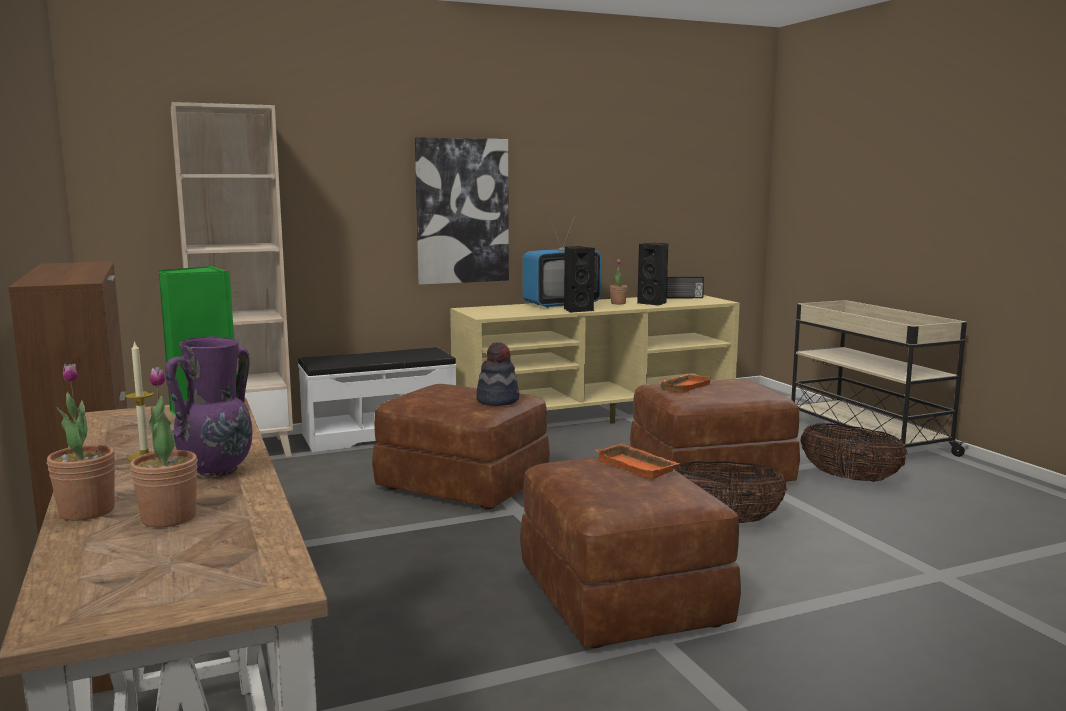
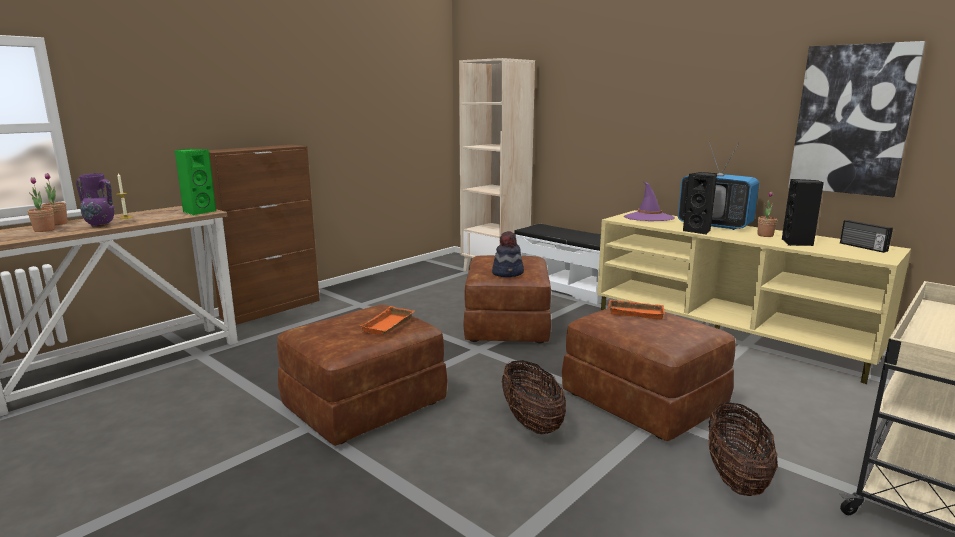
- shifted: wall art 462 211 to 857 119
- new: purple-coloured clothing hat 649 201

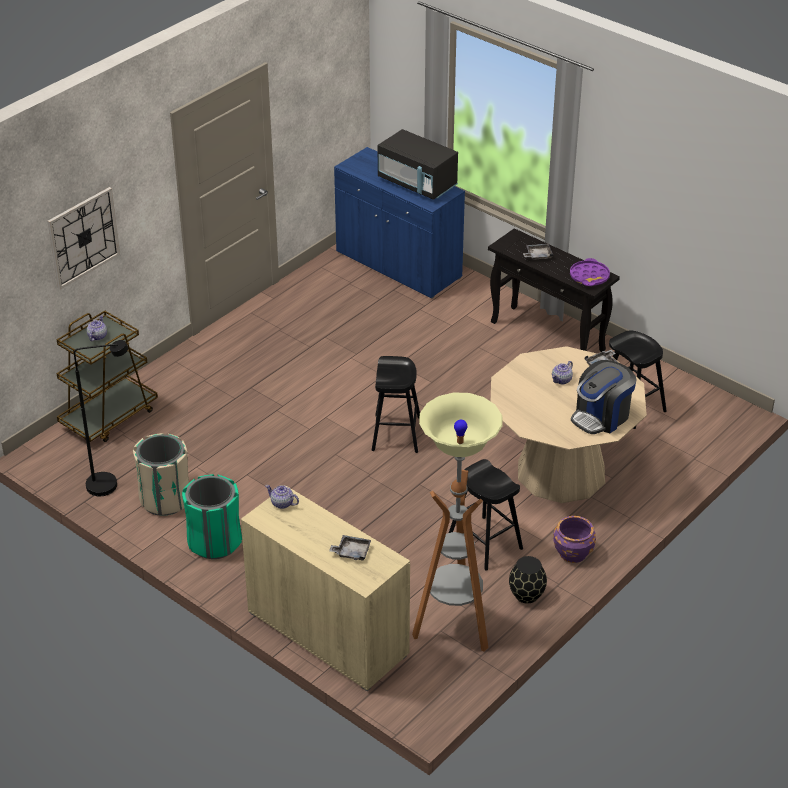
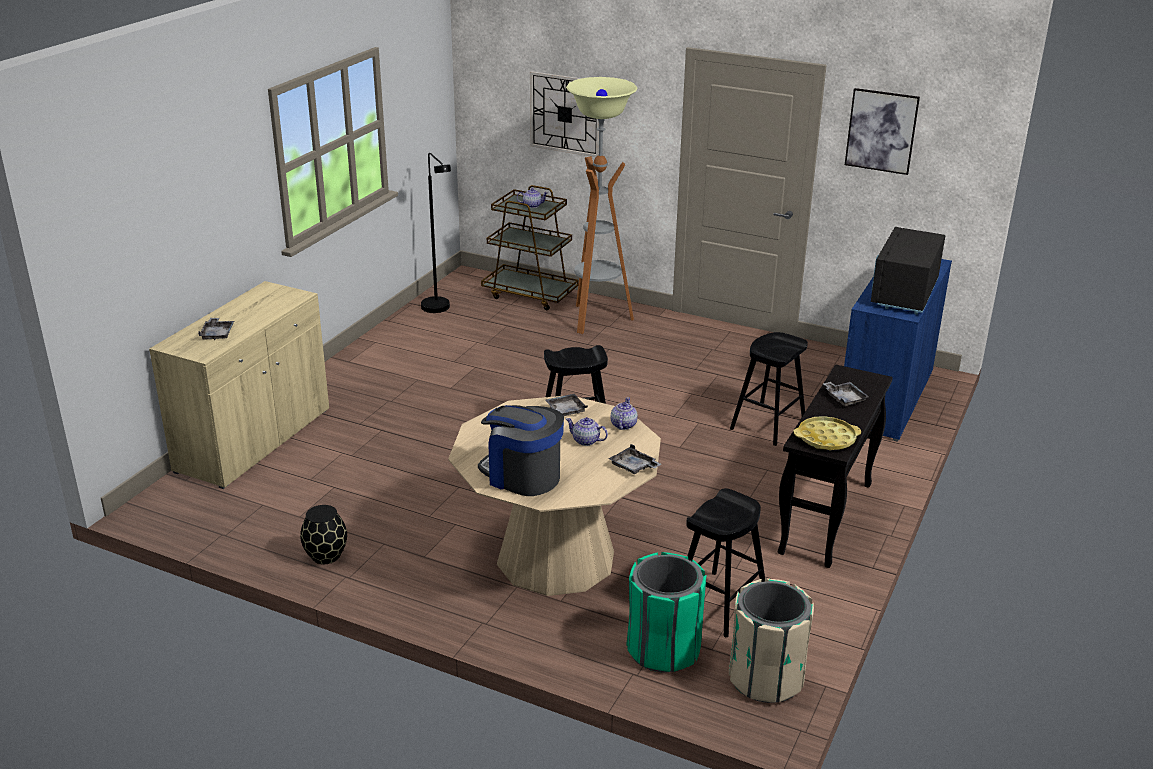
- repainted: purple-coloured carrying tray 590 272 to yellow carrying tray 827 433
- shifted: floor lamp 457 522 to 601 205
- shifted: beige-coloured trash can 161 474 to 771 640
- shifted: black-coloured sitting stool 486 514 to 769 389
- shifted: green trash can 212 516 to 666 612
- shifted: teapot 282 497 to 624 413
- gone: purple-coloured planter 574 539
- new: wall art 882 131
- new: greyish carrying tray 567 405

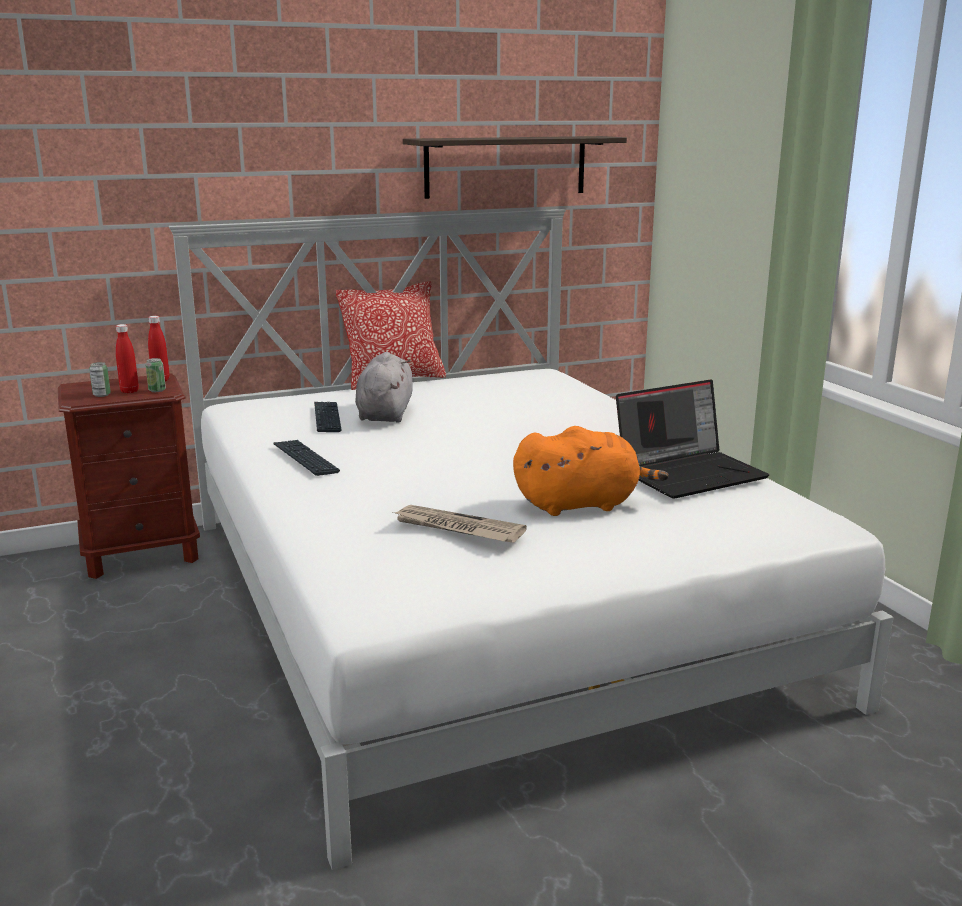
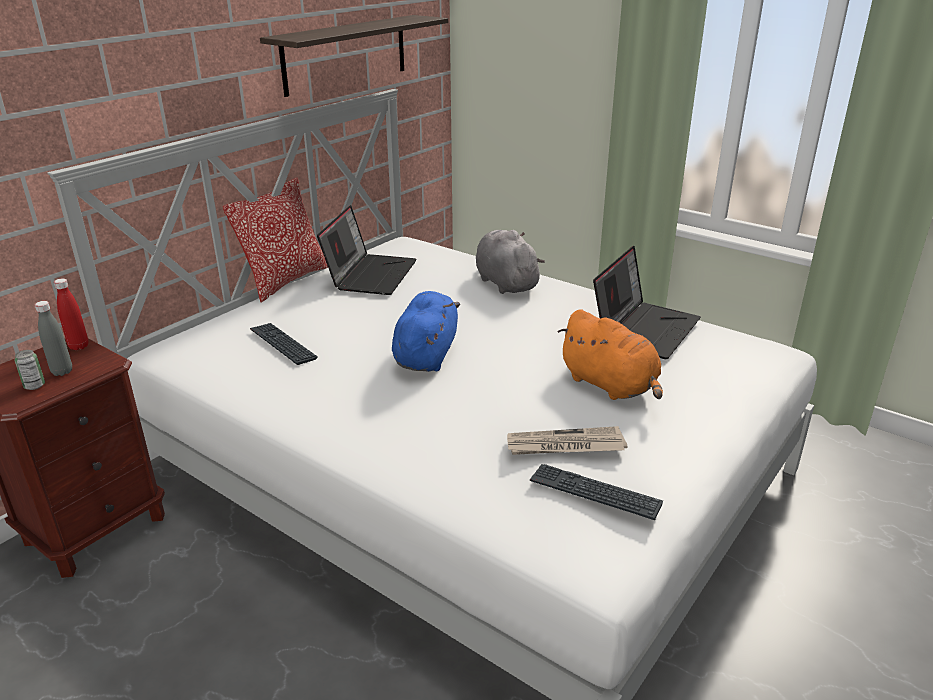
- repainted: red-coloured bottle 127 358 to greyish bottle 53 338
- shifted: greyish soft toy 384 387 to 510 262
- gone: can 156 375
- rotated: orange-coloured soft toy 591 471 = 610 354 90 degrees clockwise
- shifted: keyboard 306 458 to 596 492
- new: notebook computer 367 250
- new: blue-coloured soft toy 426 331

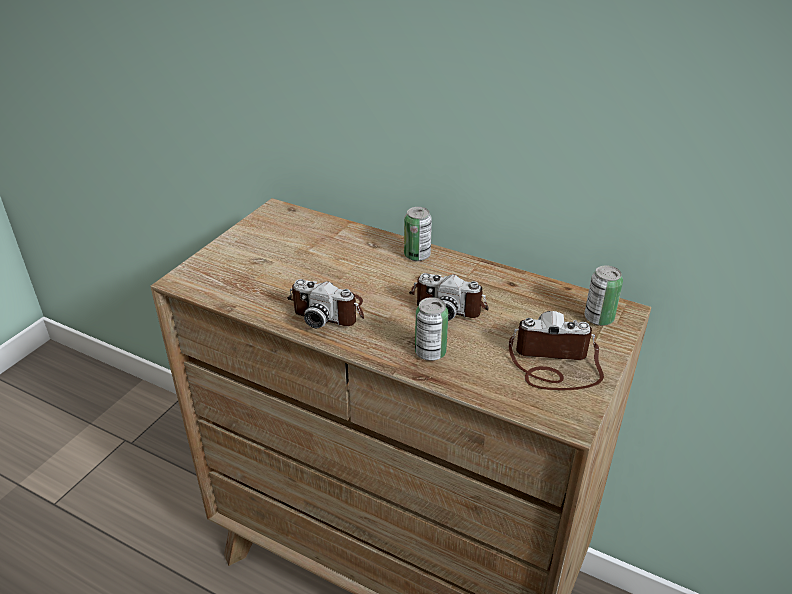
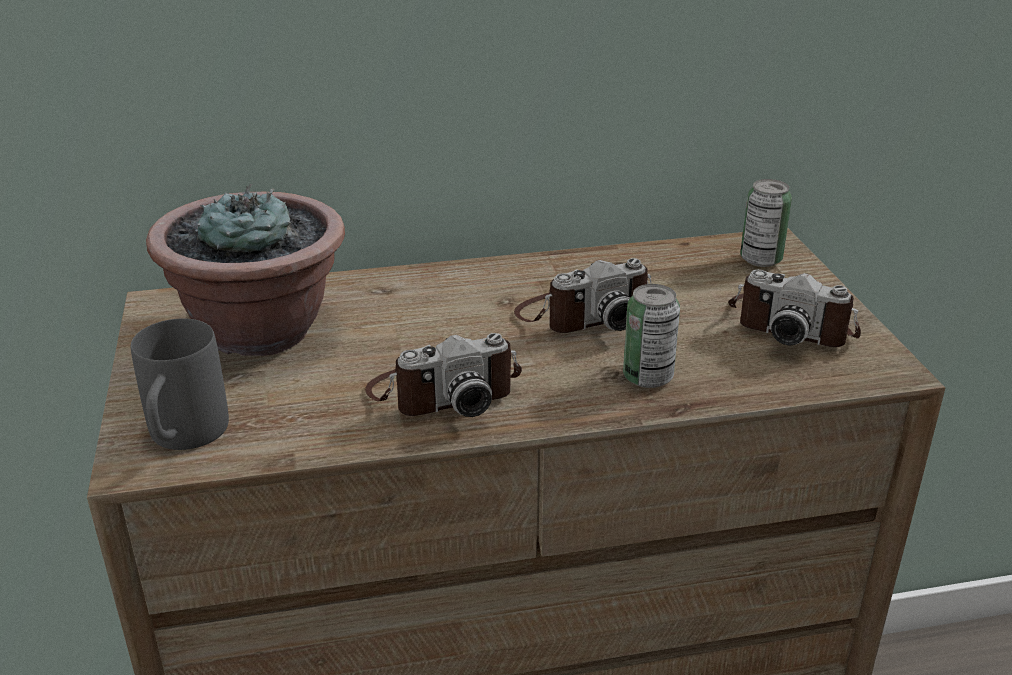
- gone: can 418 234
- rotated: still camera 556 350 = 794 308 120 degrees counterclockwise
- new: potted plant 245 270
- new: greyish tea mug 180 384

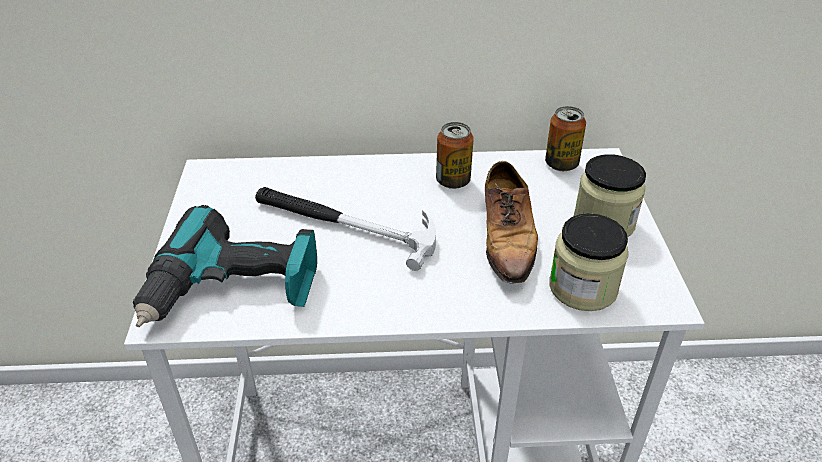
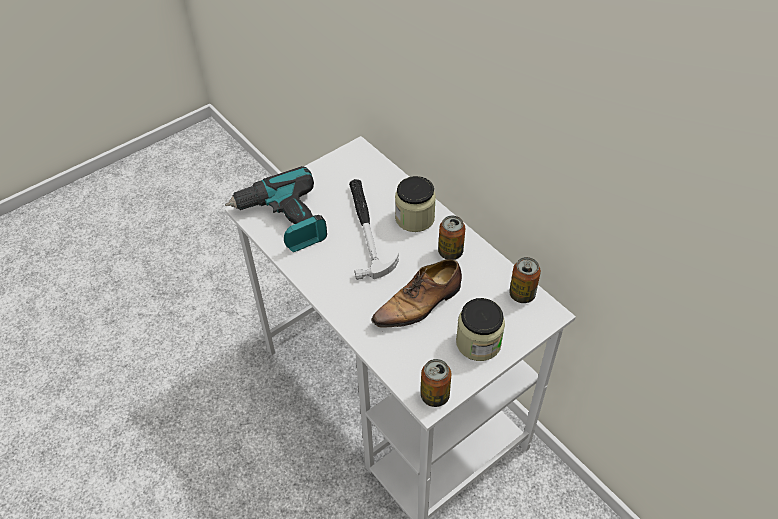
- shifted: jar 589 262 to 415 204
- new: can 436 383

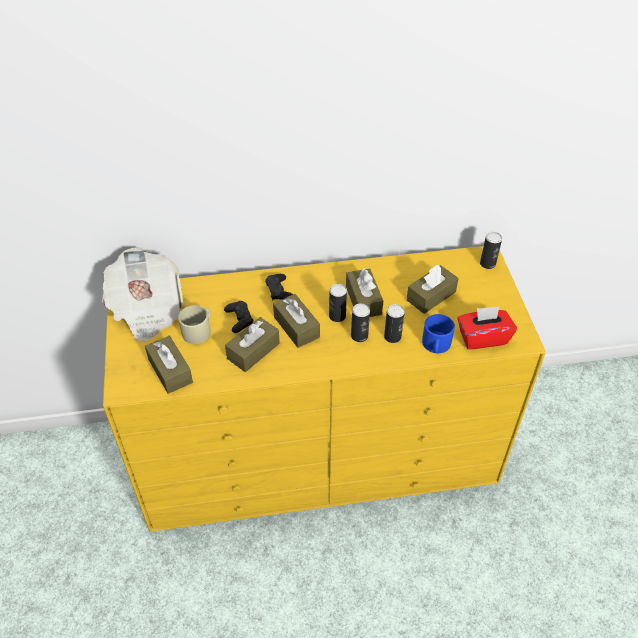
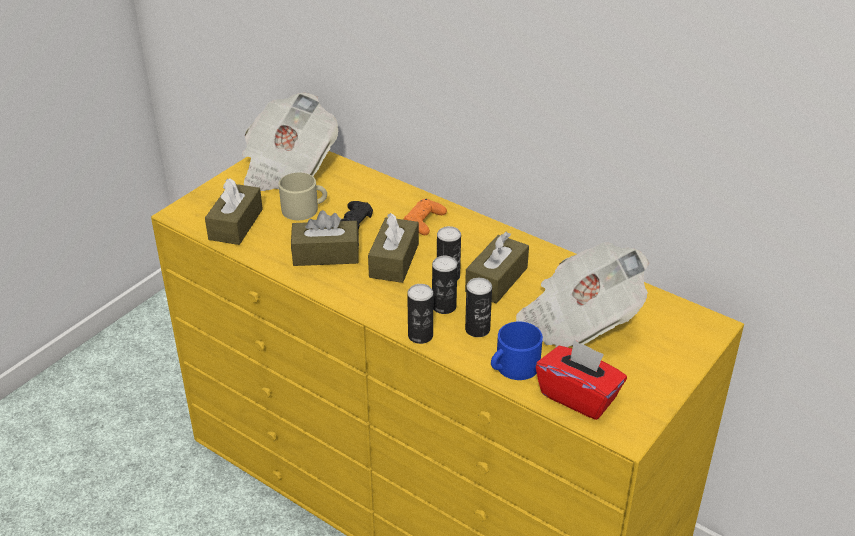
- shifted: can 491 250 to 420 314
- swapped: brown box of tissues 433 289 to printed paper 582 294
- repainted: black-coloured game controller 279 287 to orange-coloured game controller 425 217

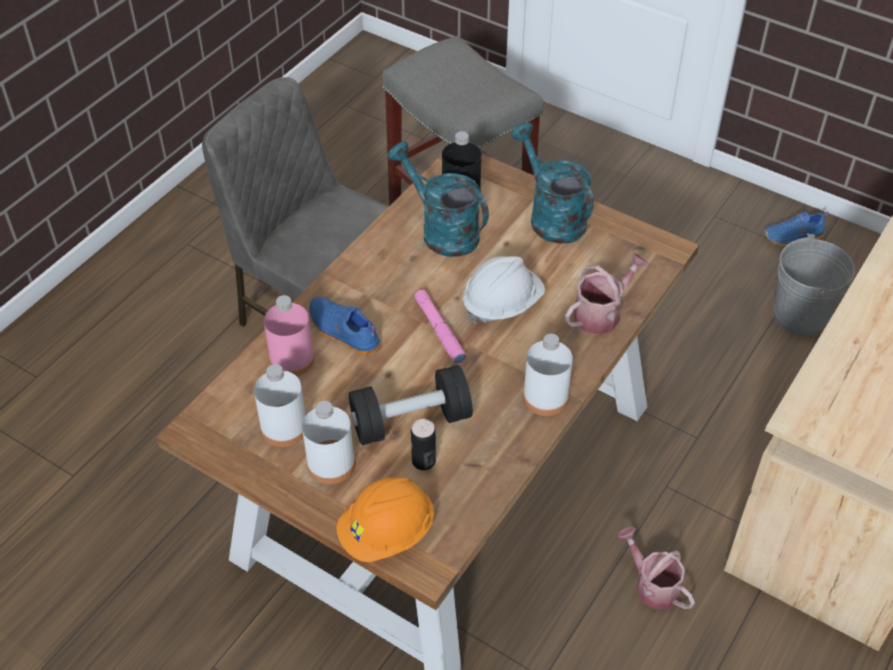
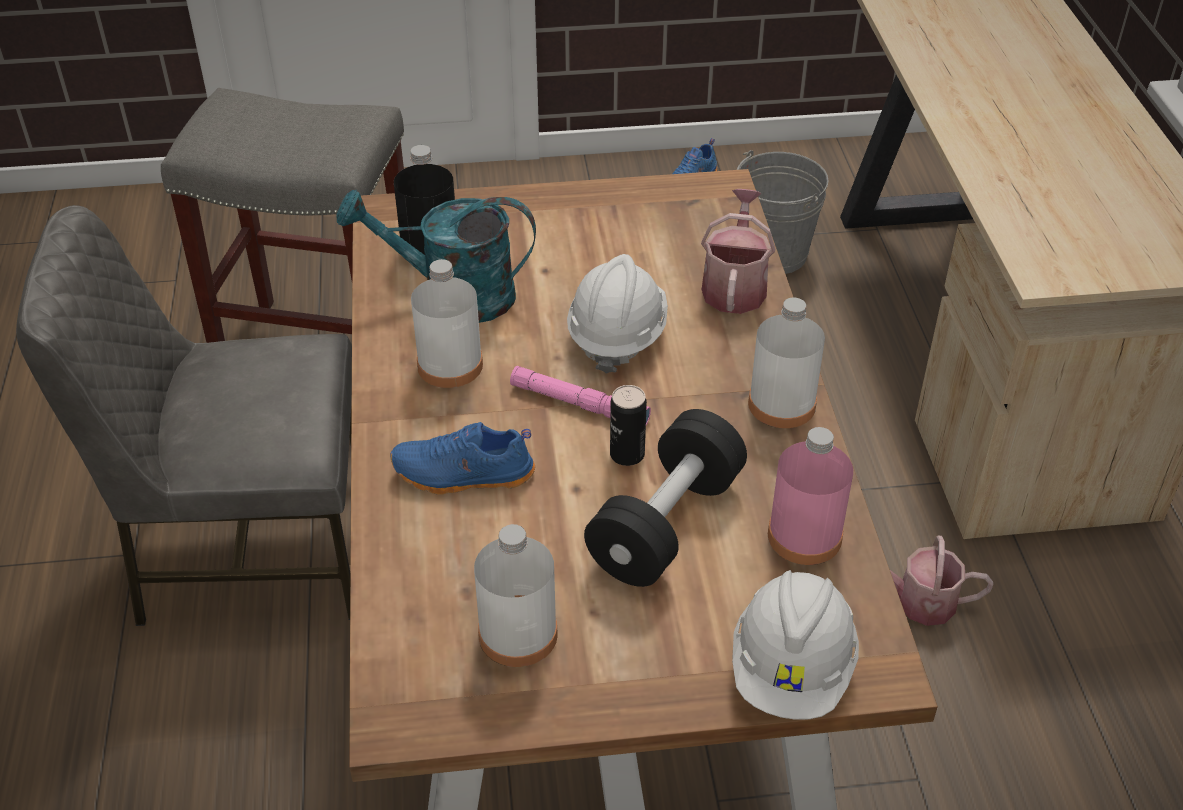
- gone: turquoise-coloured watering can 552 183
- shifted: pinkish bottle 289 335 to 810 496
- shifted: white-coloured bottle 328 442 to 447 323
- shifted: can 423 444 to 628 425
- repainted: orange-coloured work helmet 385 520 to white-coloured work helmet 795 645

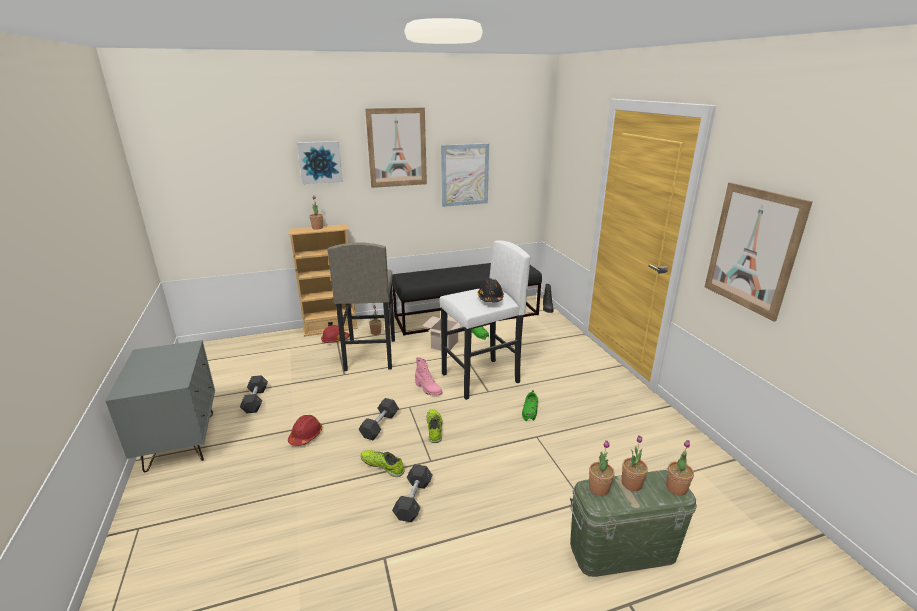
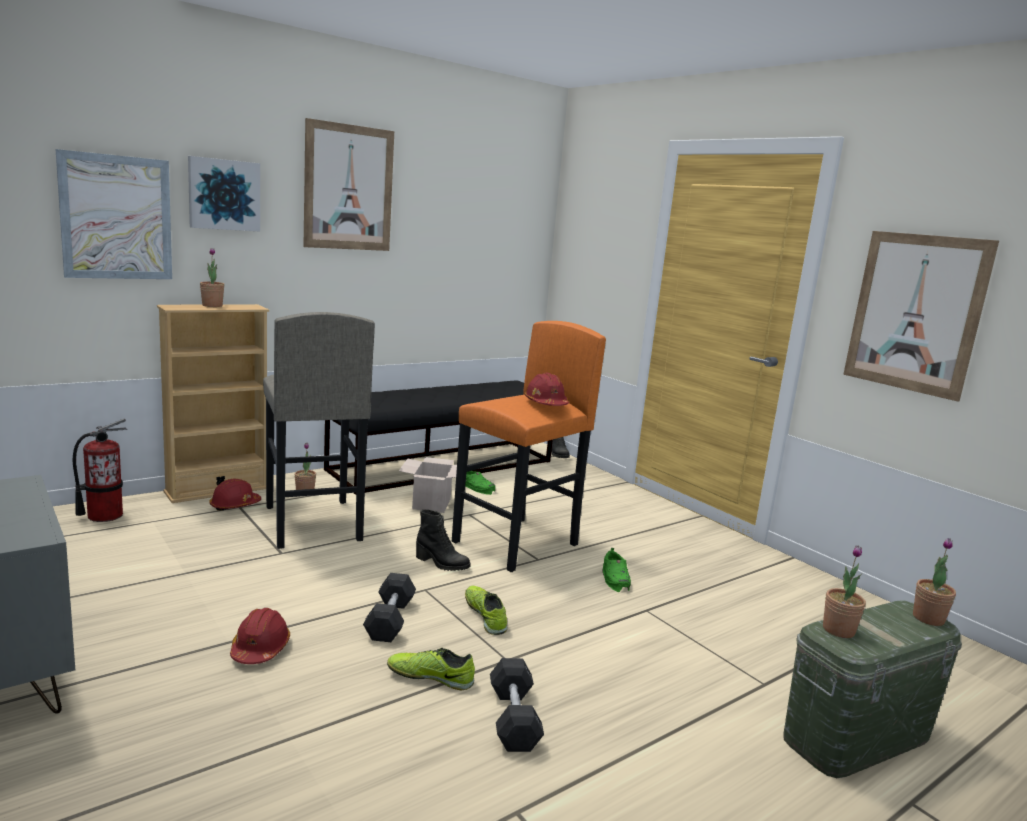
- shifted: wall art 465 175 to 114 214
- repainted: white-coloured sitting stool 485 320 to orange-coloured sitting stool 529 446
- repainted: black-coloured work helmet 491 290 to red-coloured work helmet 547 389
- repainted: pinkish high-top boot 429 376 to black-coloured high-top boot 443 540
- gone: greyish free weight 254 394
- gone: potted plant 635 463
- new: fire-fighting cylinder 100 470

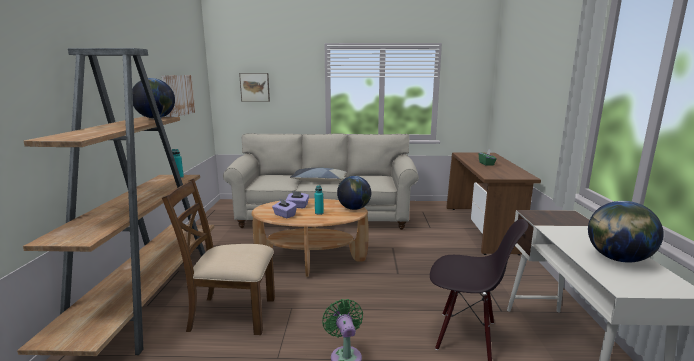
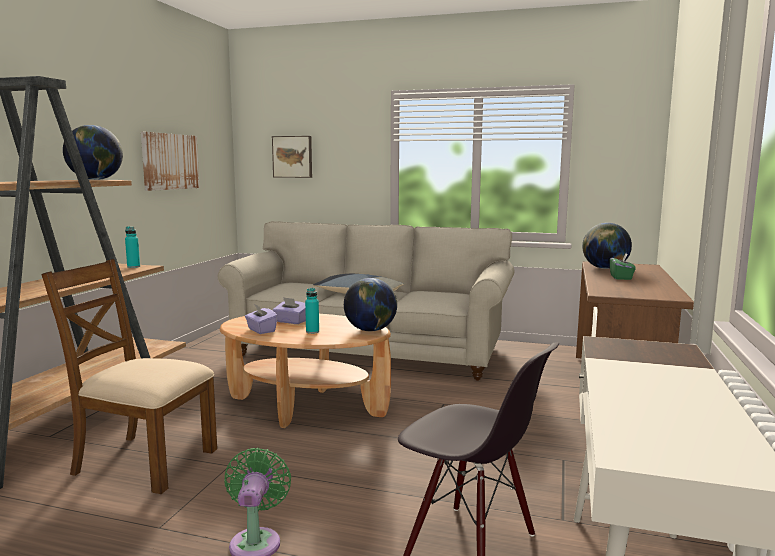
- shifted: globe 626 232 to 607 246

